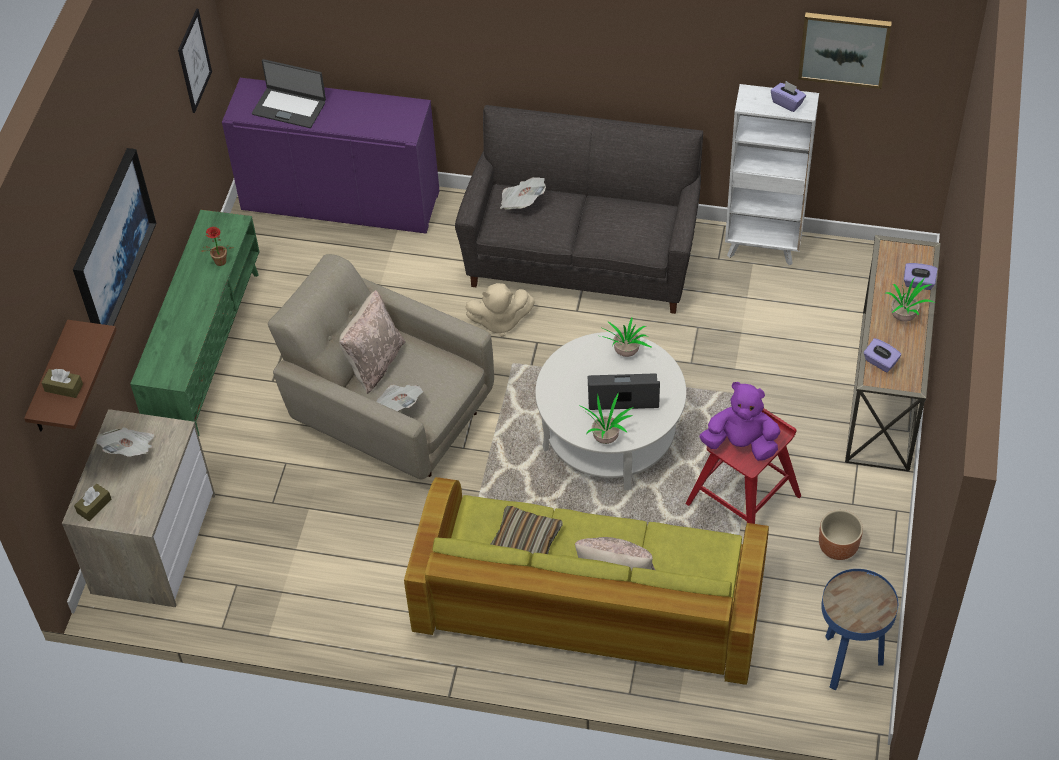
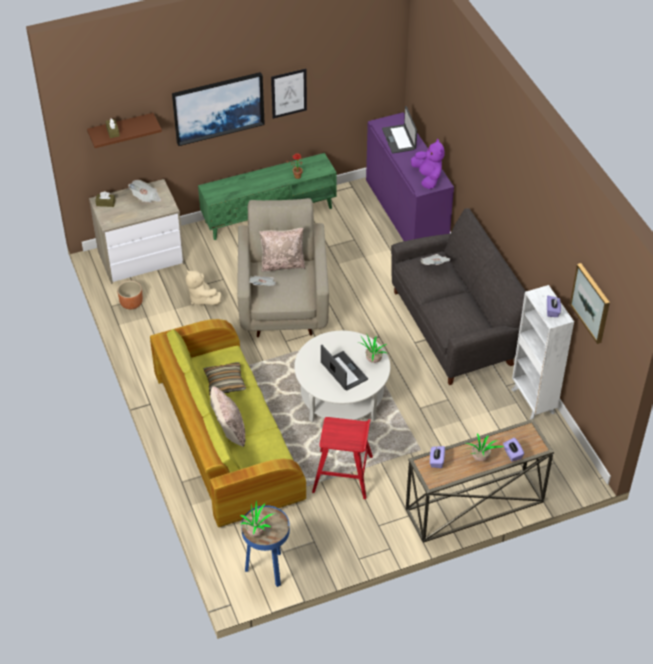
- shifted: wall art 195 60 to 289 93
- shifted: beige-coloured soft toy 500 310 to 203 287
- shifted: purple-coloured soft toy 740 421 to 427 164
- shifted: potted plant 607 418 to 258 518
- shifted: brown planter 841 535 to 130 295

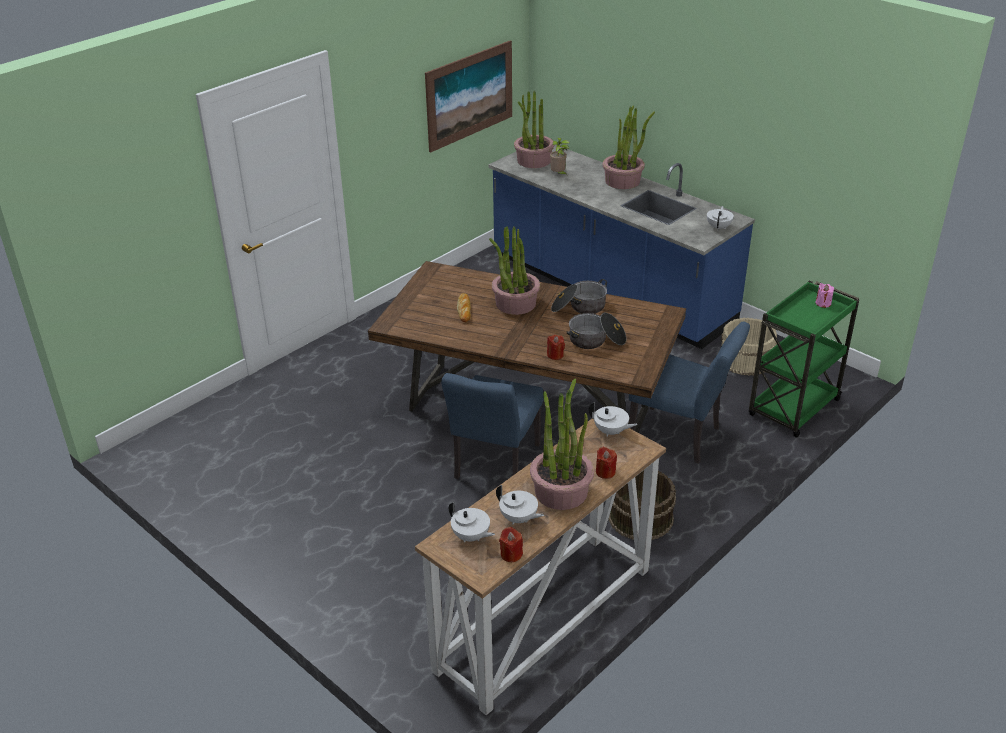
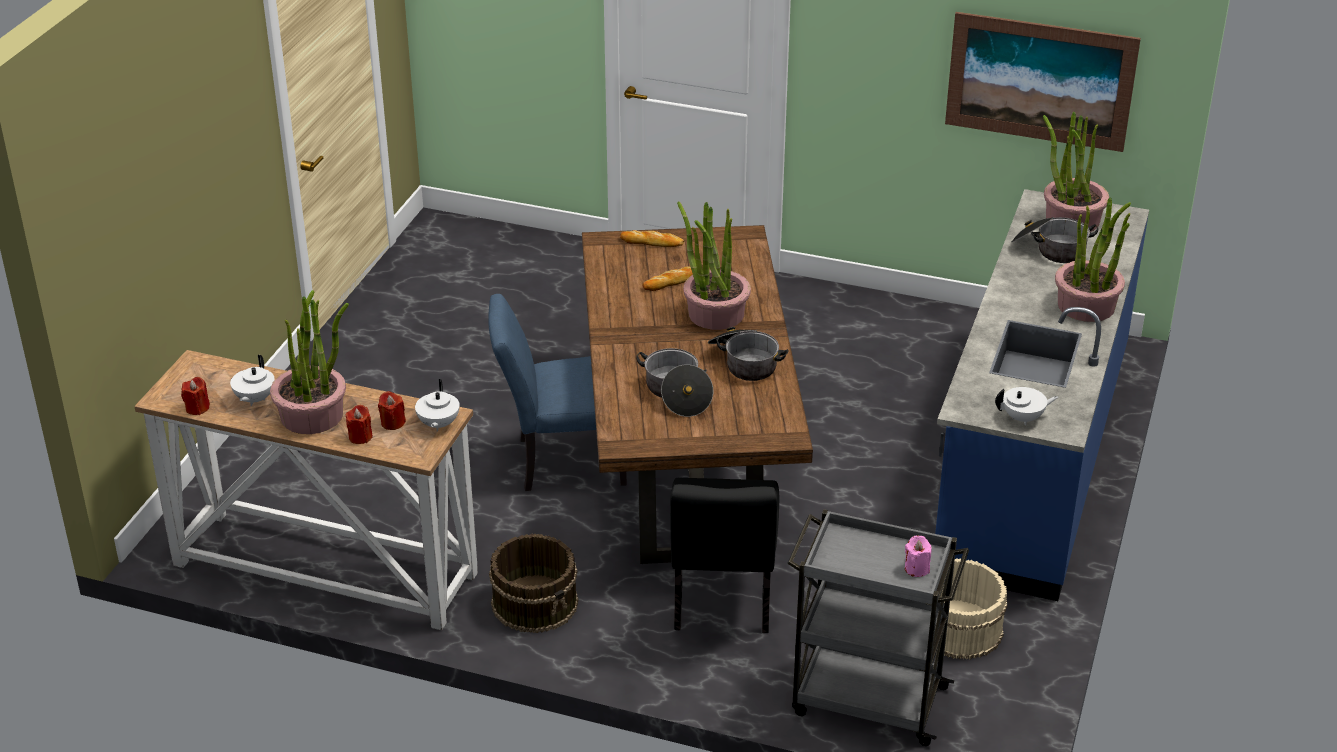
- swapped: potted plant 560 156 to saucepot 1054 240
- repainted: green wheeled cart 804 359 to greyish wheeled cart 878 627
- repainted: blue-coloured upright chair 689 392 to black-coloured upright chair 725 555
- shifted: red-coloured wax light 556 347 to 392 410
- gone: white-coloured teapot 472 522
- new: bakery bread 652 238

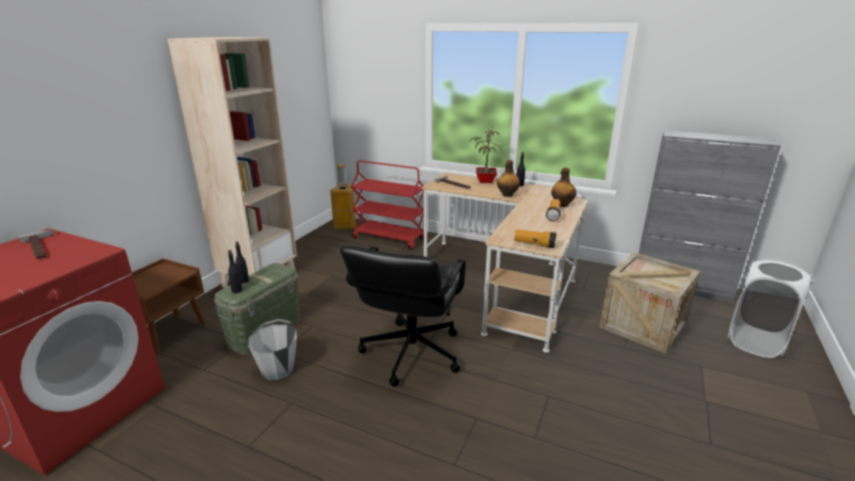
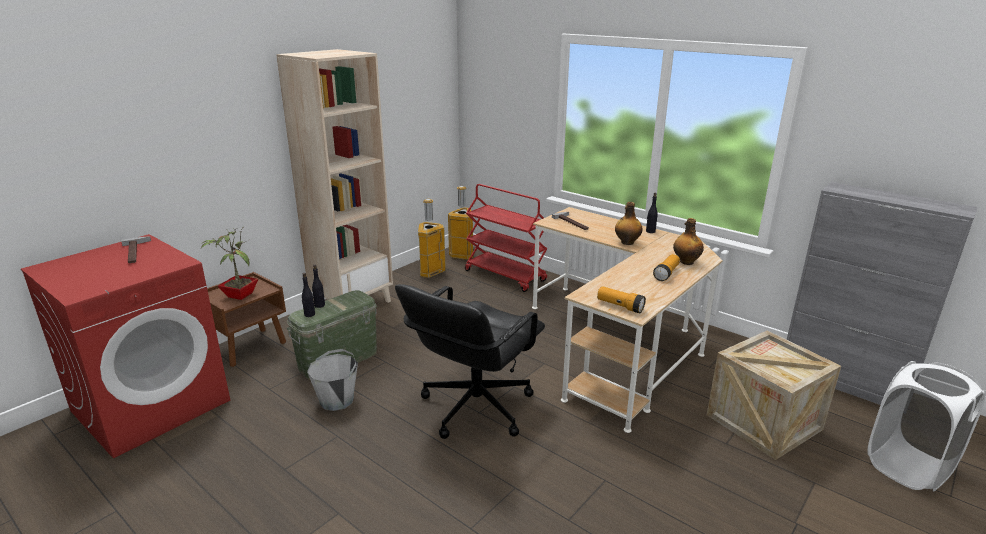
- shifted: potted plant 486 155 to 229 263
- new: trash can 432 238

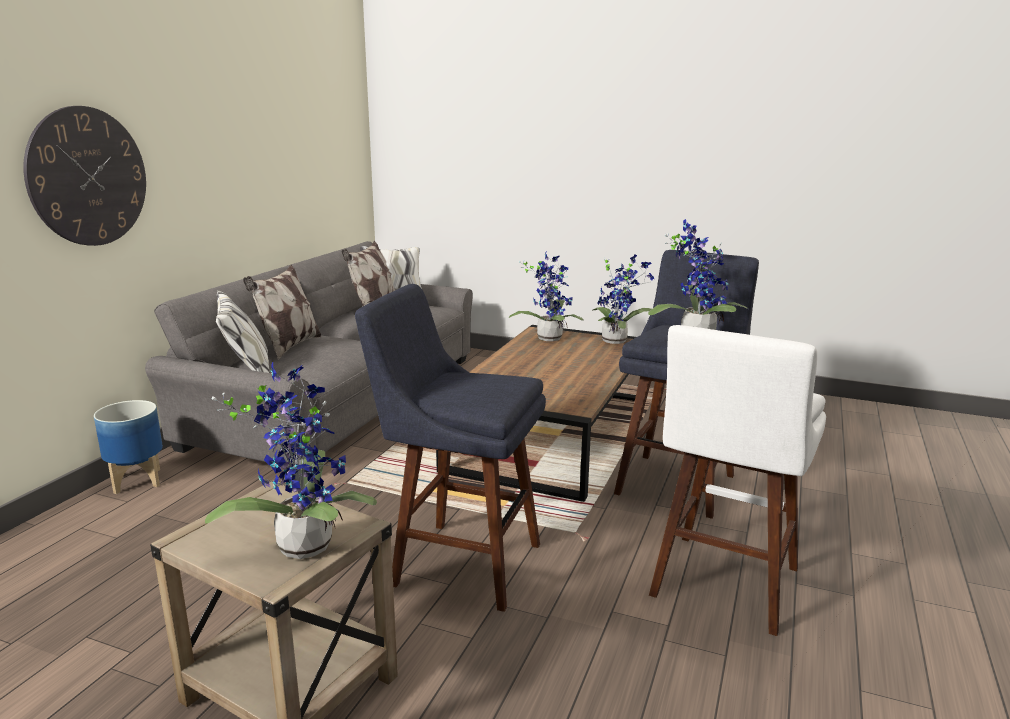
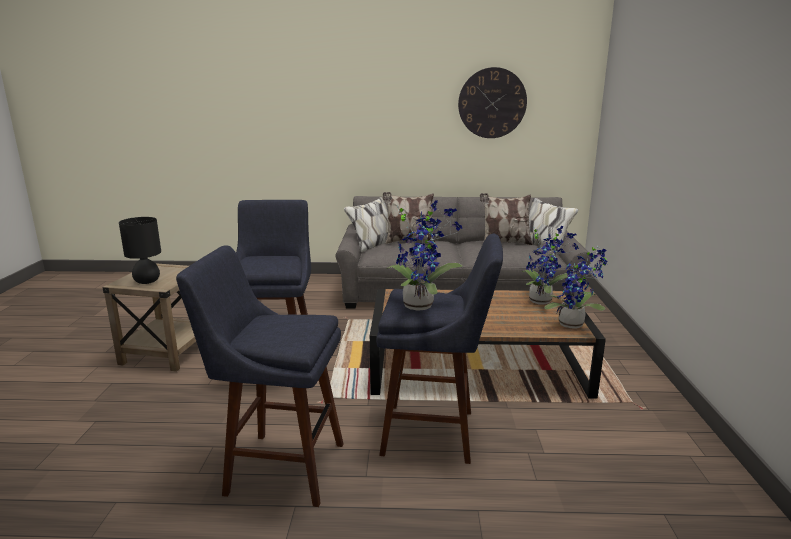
- shifted: wall clock 84 176 to 492 102
- repainted: white-coloured sitting stool 737 480 to blue-coloured sitting stool 259 376
- swapped: potted plant 291 460 to black-coloured tabletop lamp 140 250
- gone: planter 128 447

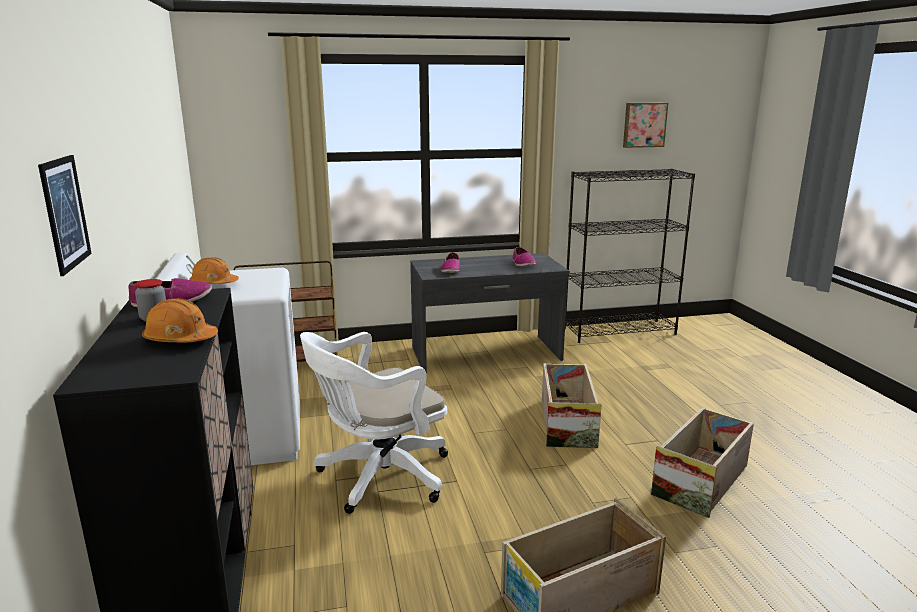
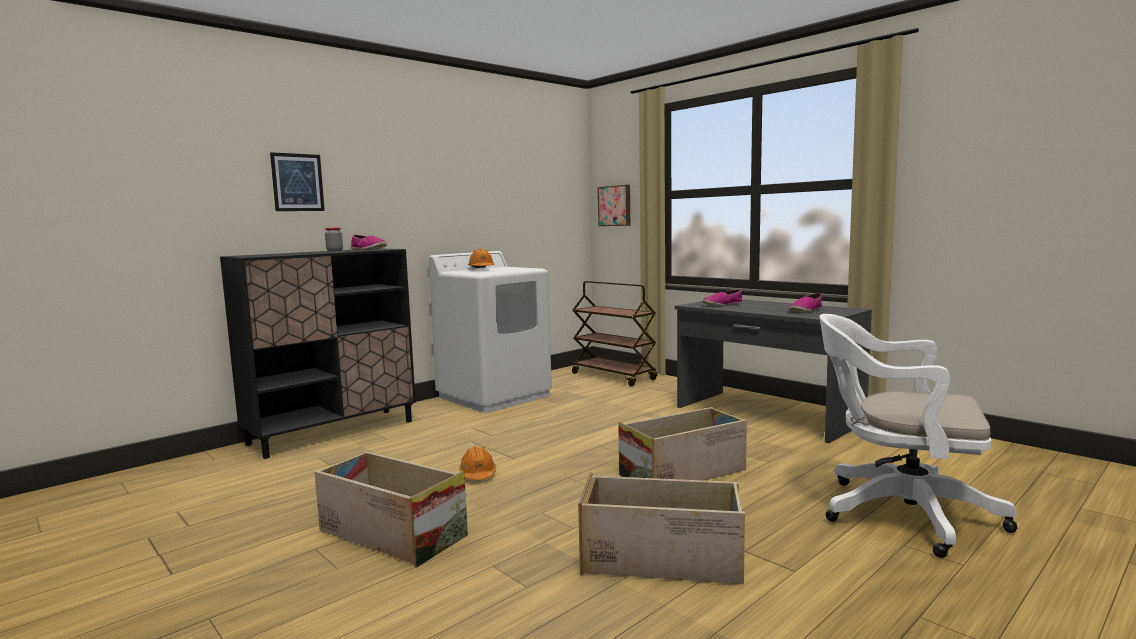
- shifted: wall art 645 125 to 614 205
- gone: black-coloured shelving unit 630 256
- shifted: orange-coloured work helmet 180 320 to 477 463
- shifted: white-coloured office chair 374 423 to 918 436

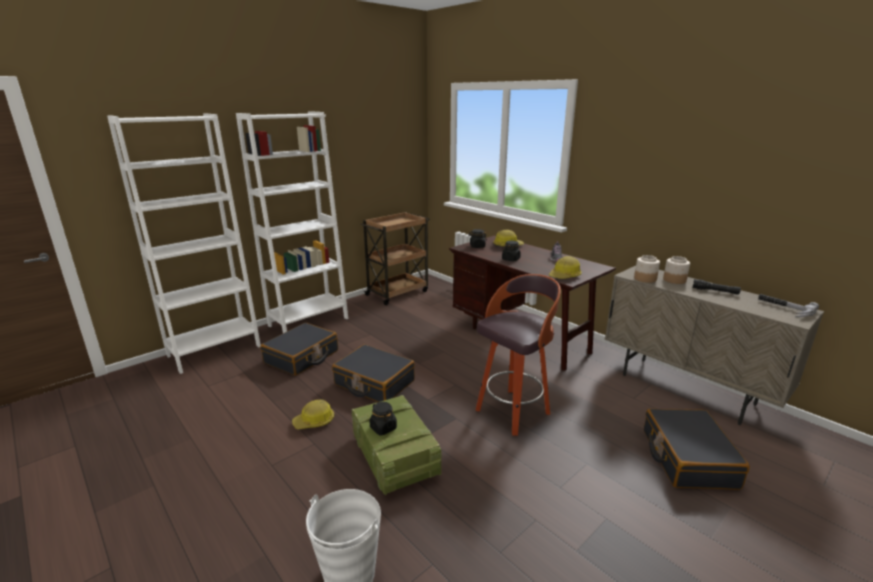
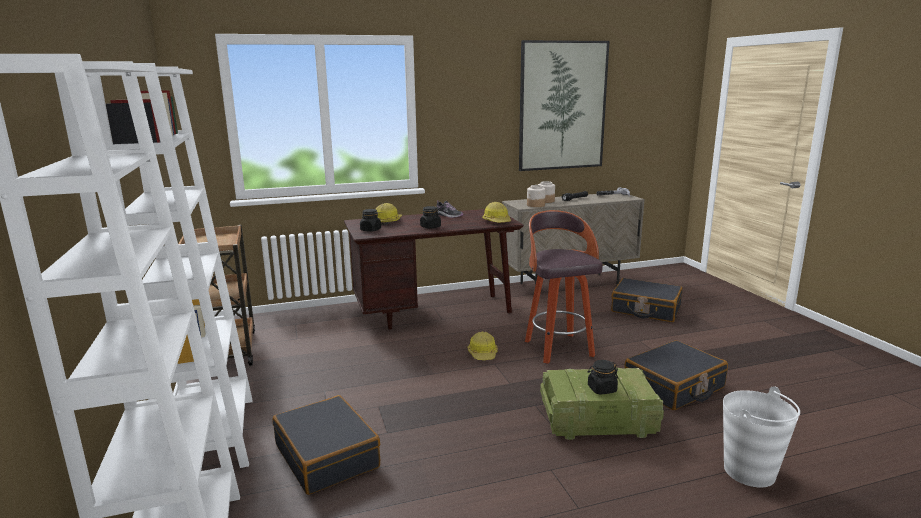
- shifted: black-coloured travel case 373 373 to 676 375
- shifted: work helmet 313 414 to 482 345
- new: wall art 564 105

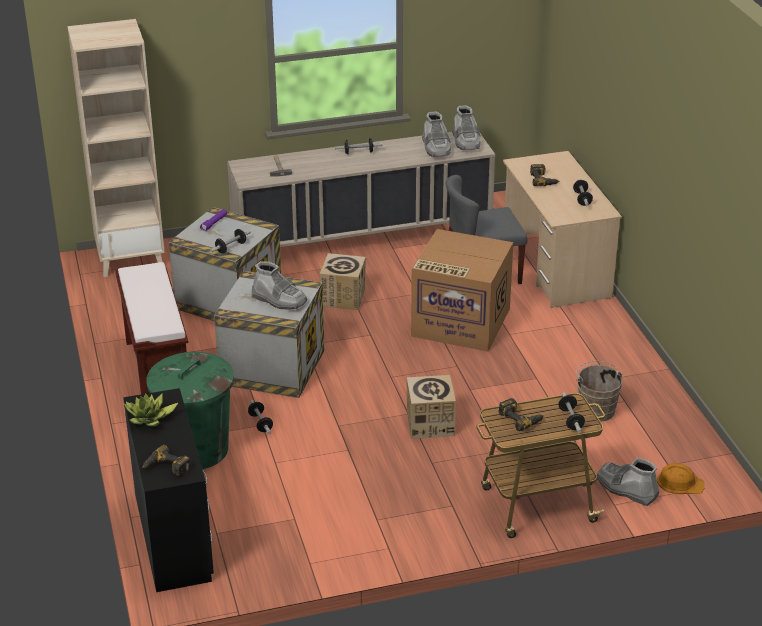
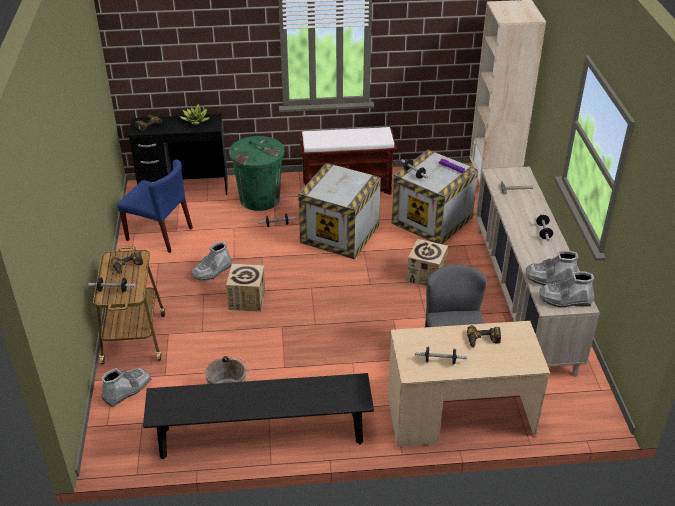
- gone: cardboard box 462 290
- shifted: greyish high-top boot 280 285 to 212 261
- gone: orange-coloured work helmet 681 478
- new: blue-coloured upright chair 155 206
- new: black-coloured indoor bench 258 416

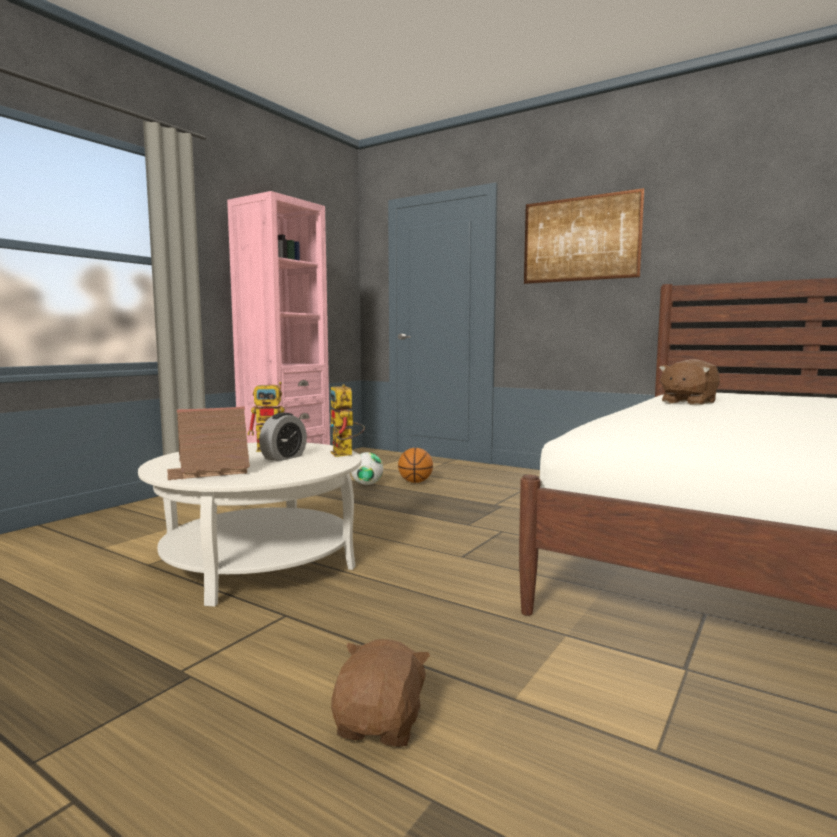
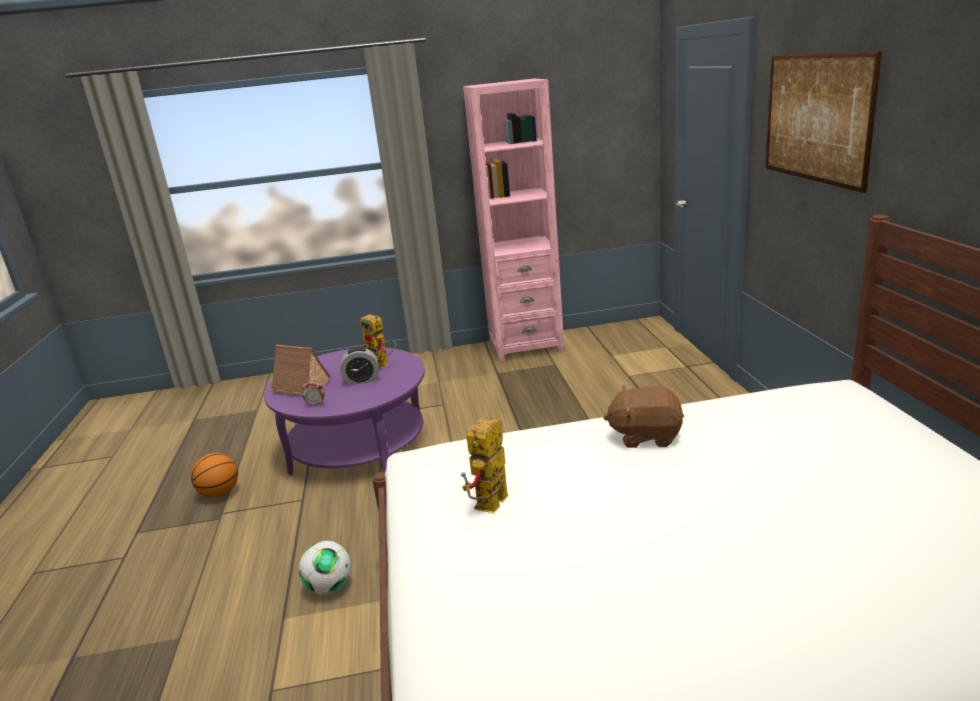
- shifted: robot figure 347 420 to 484 465
- repainted: white-coloured low table 249 524 to purple-coloured low table 344 412
- shifted: basketball 415 465 to 214 475
- shifted: football ball 367 468 to 325 567
- gone: brown soft toy 380 693
- new: table clock 313 392

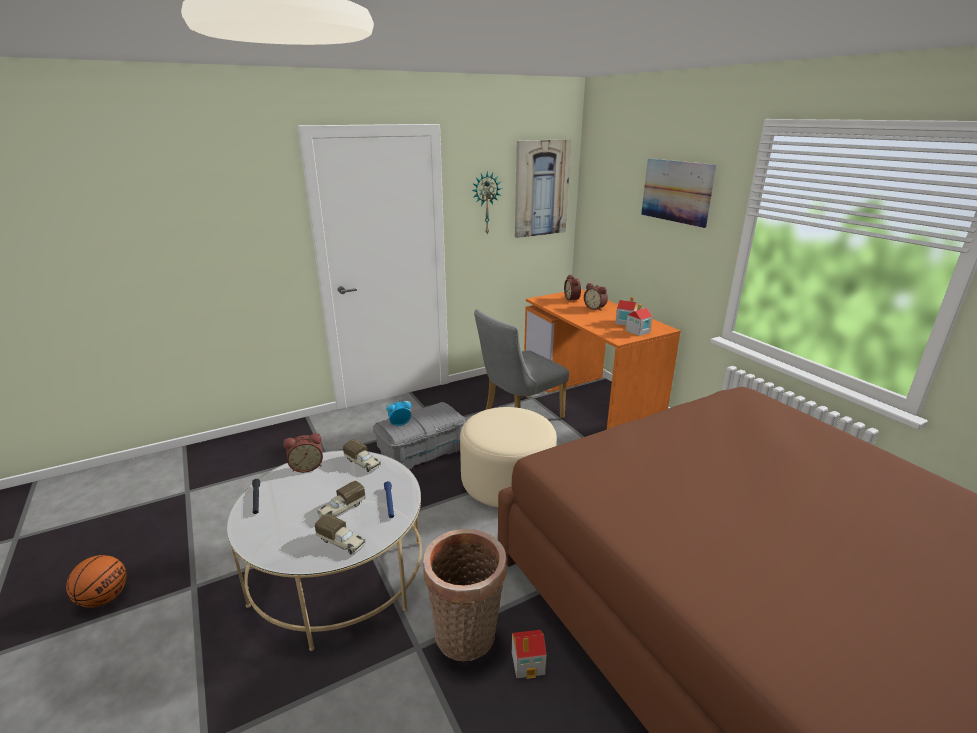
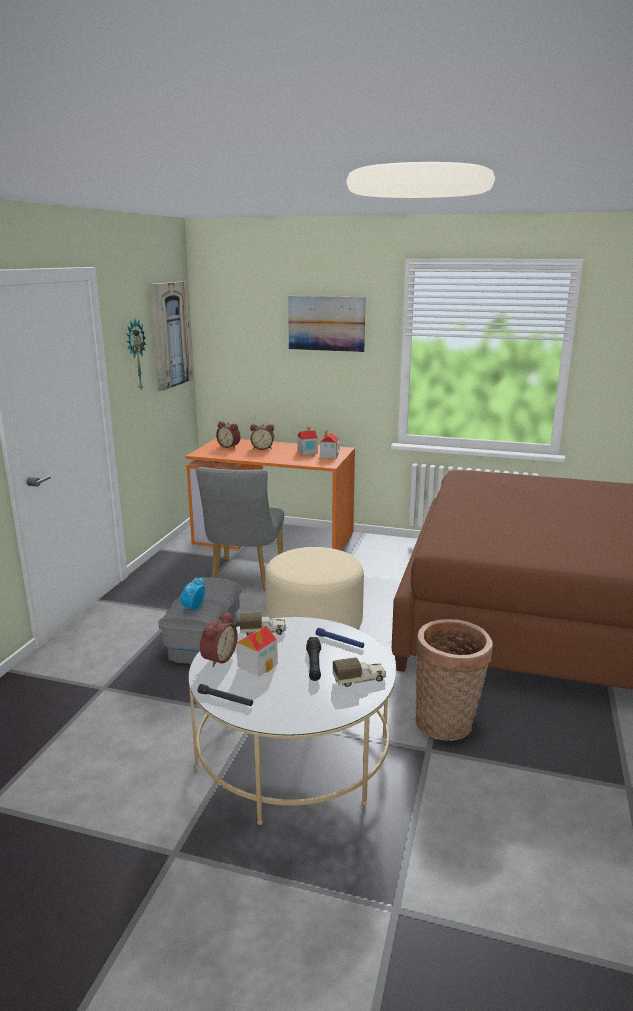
- swapped: toy lorry 341 499 to black-coloured hand torch 313 659
- gone: basketball 96 581
- shifted: miniature house 529 654 to 257 651

